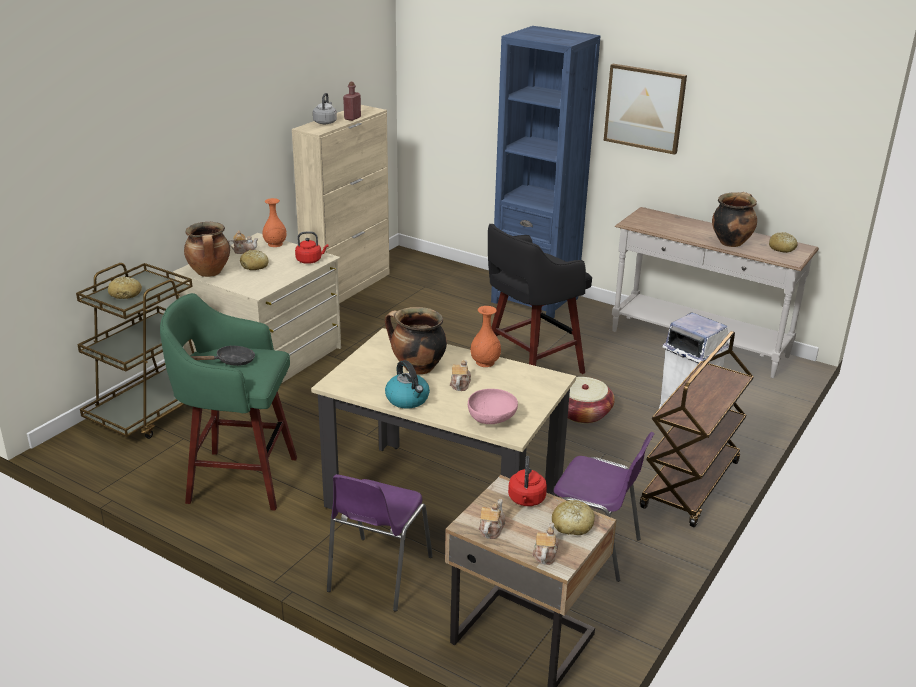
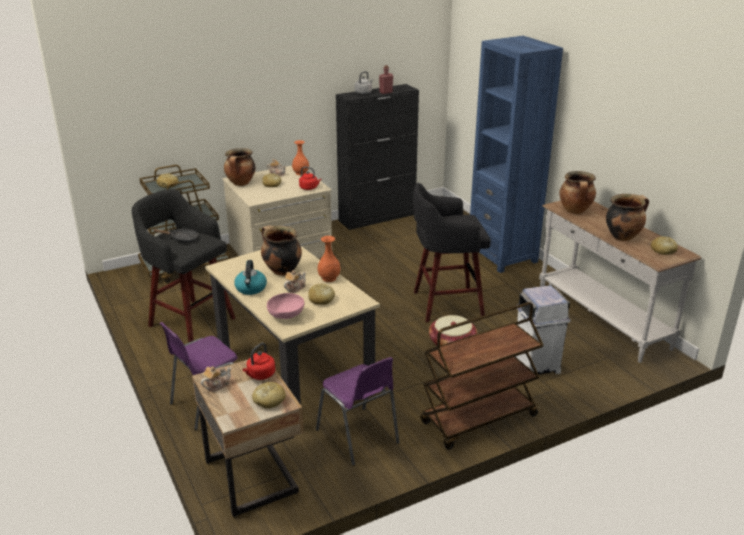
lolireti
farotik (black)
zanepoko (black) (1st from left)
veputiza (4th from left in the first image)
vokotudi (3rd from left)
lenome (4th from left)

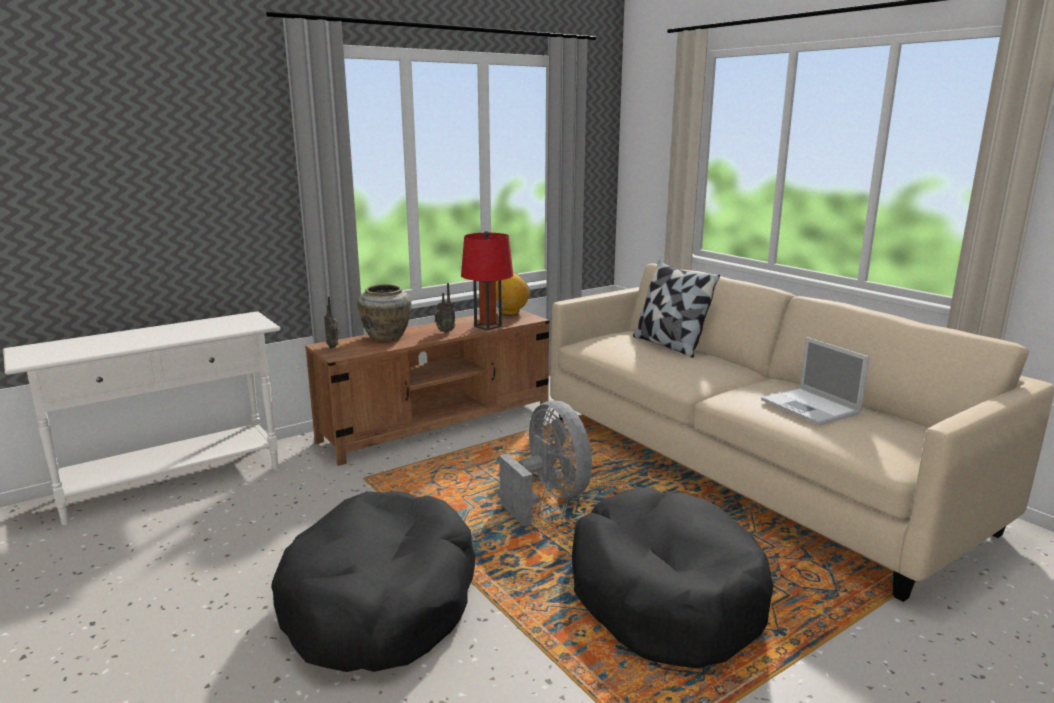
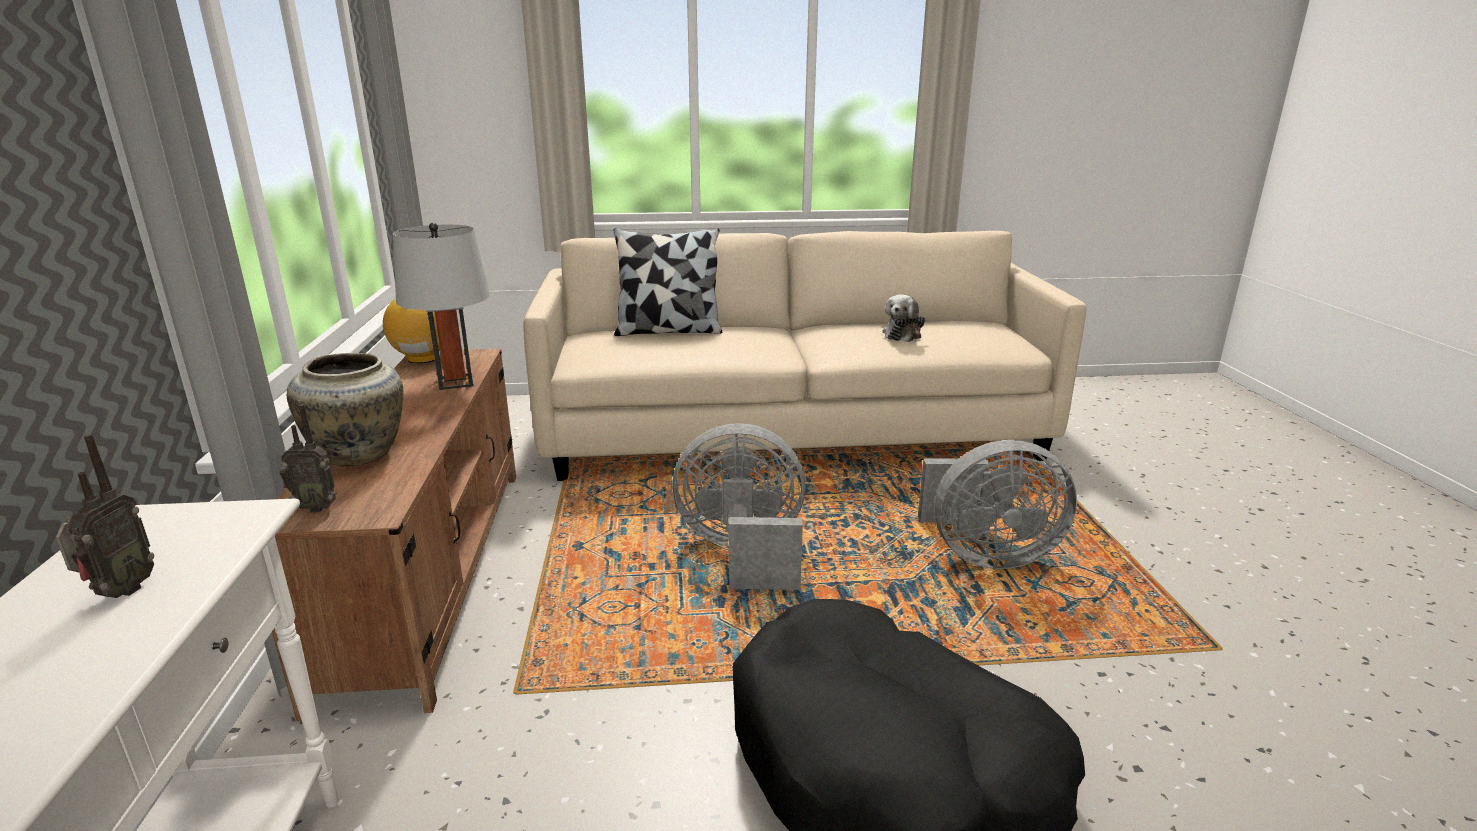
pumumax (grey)
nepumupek (1st from left)
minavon
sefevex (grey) (2nd from left)

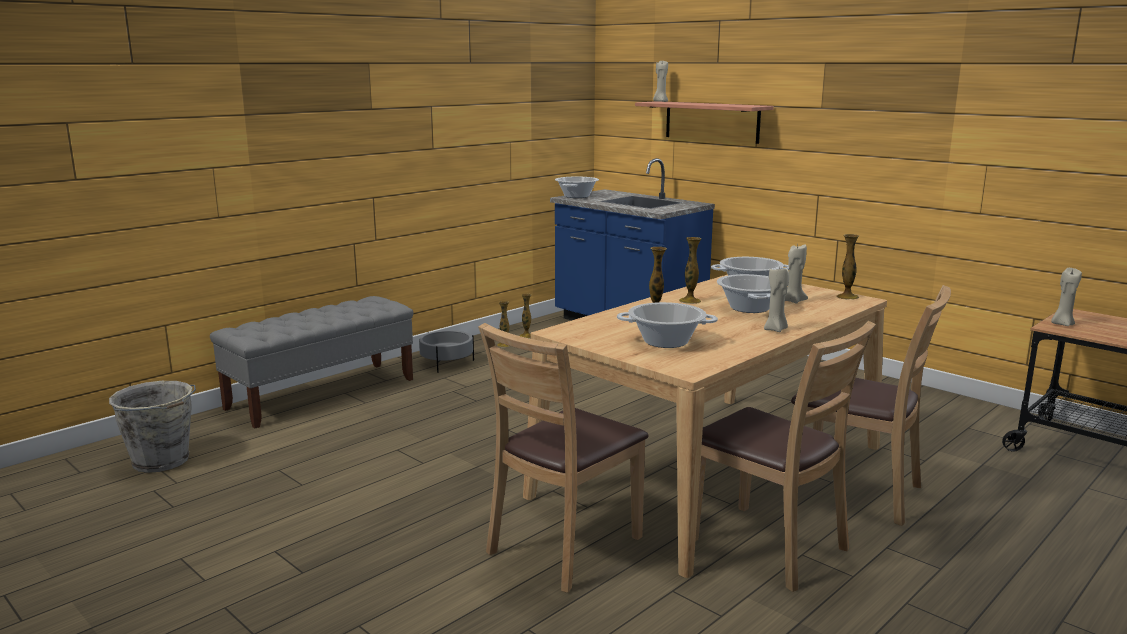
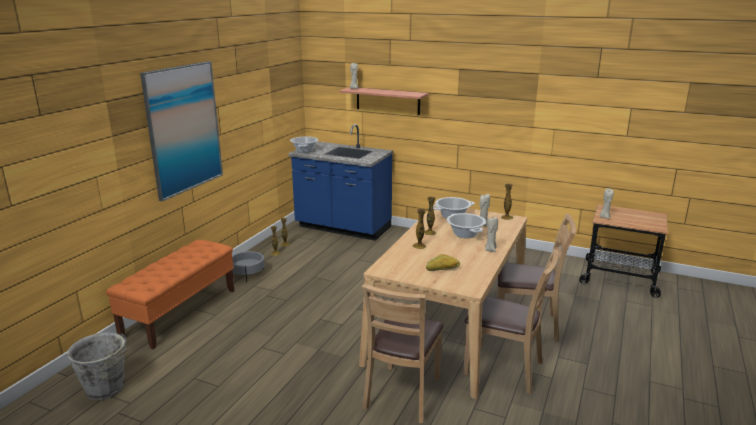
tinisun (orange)
lenome
lolireti

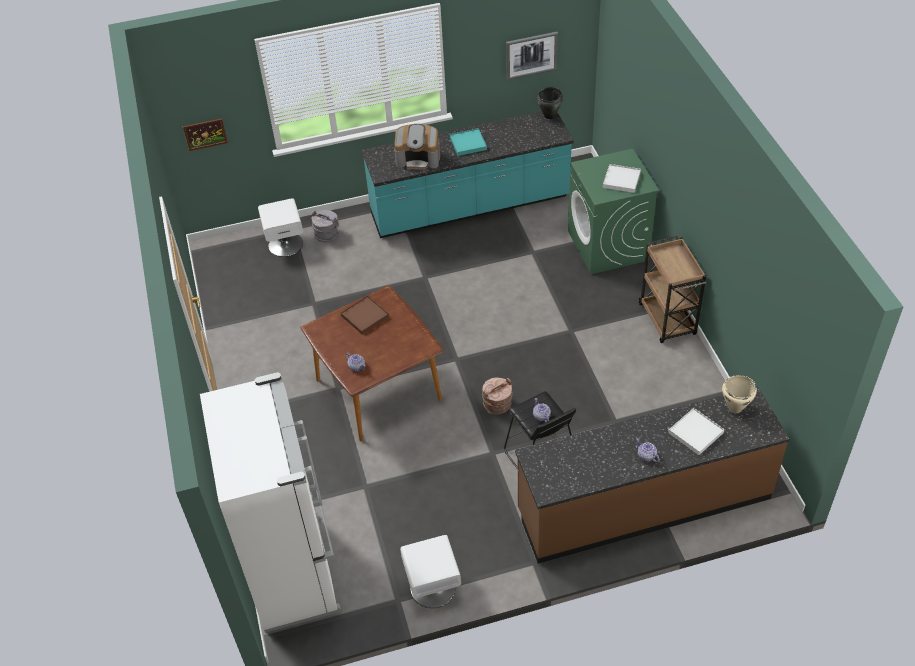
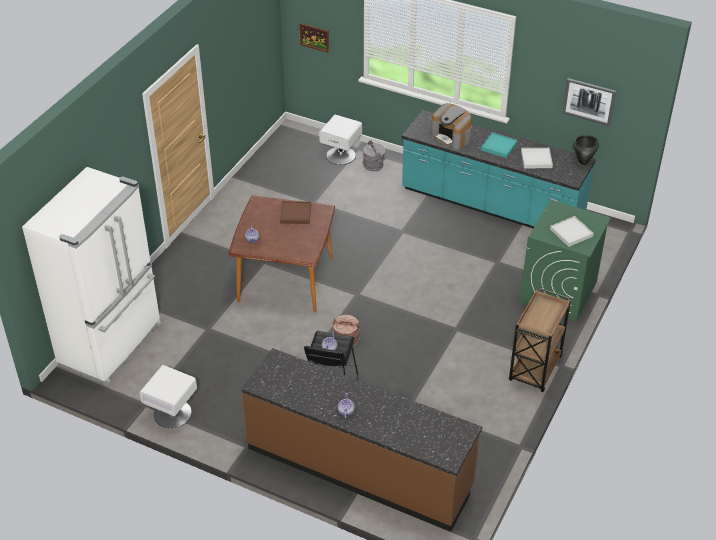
vokotudi (beige)
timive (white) (1st from left)

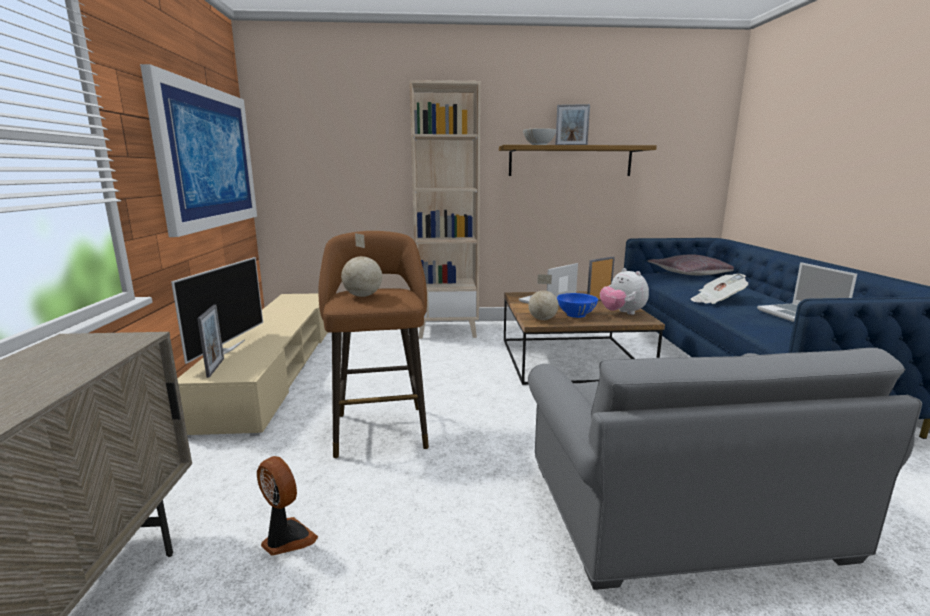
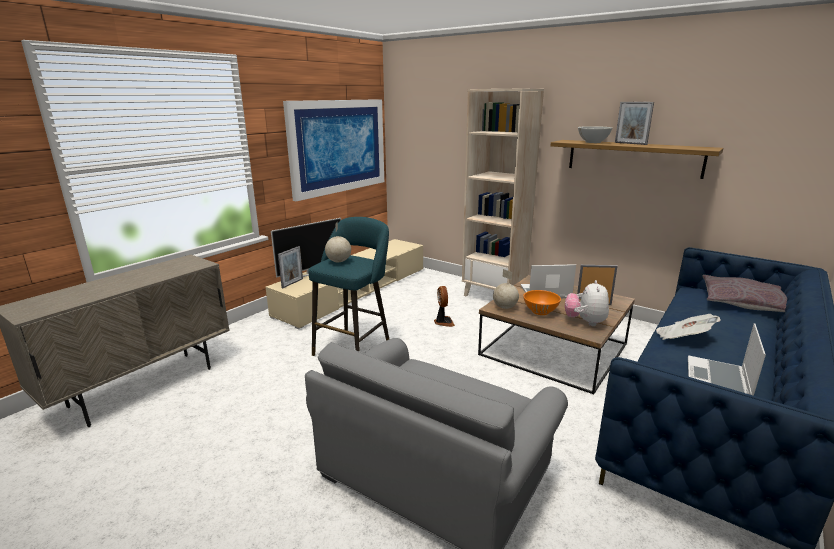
zanepoko (turquoise)
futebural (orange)
sefevex

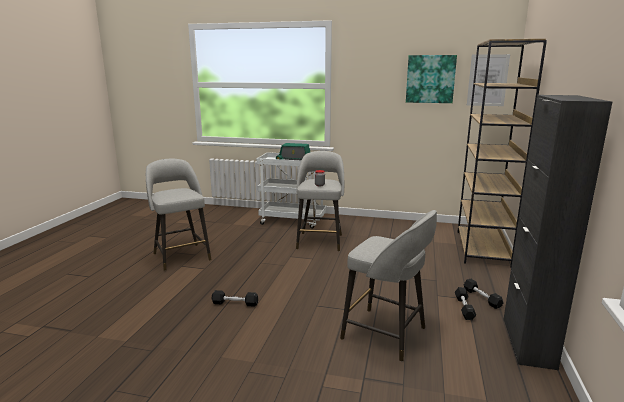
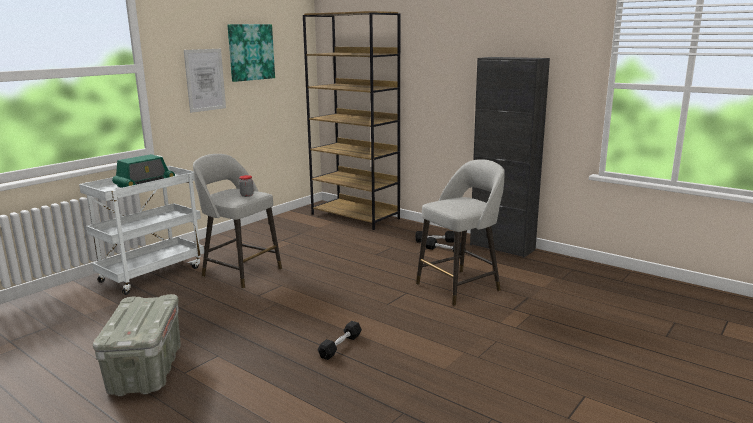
lolireti (1st from left)
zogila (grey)

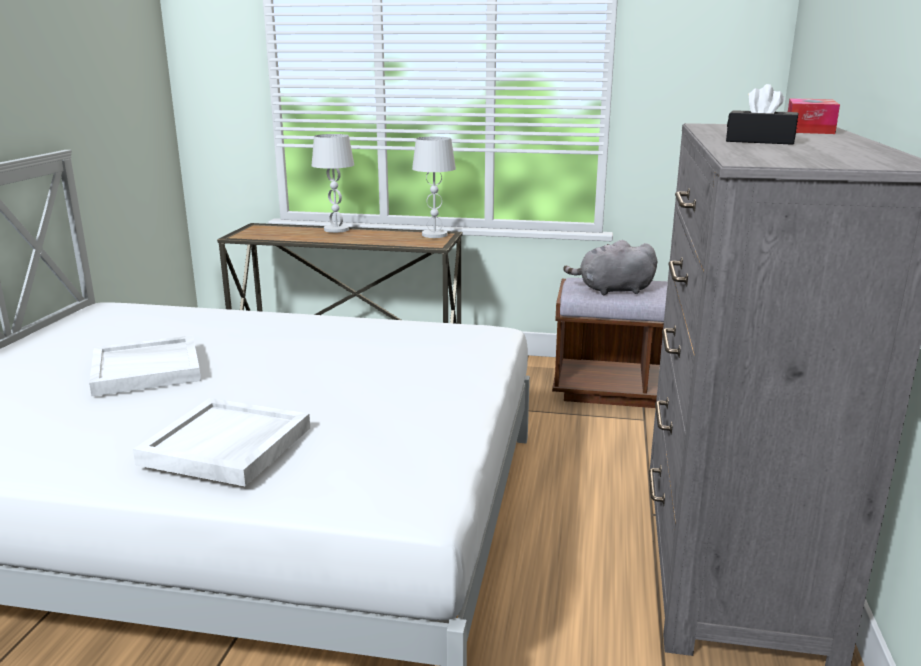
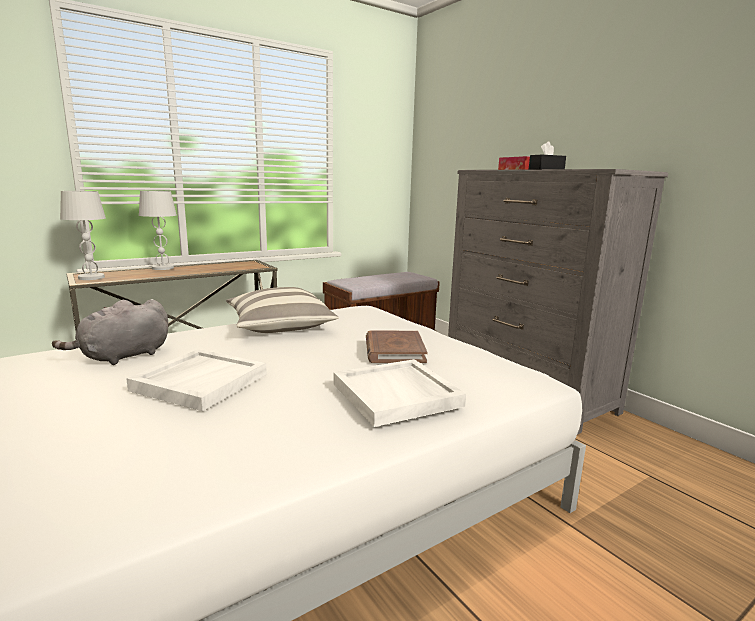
pumumax (white) (1st from left)
minavon (grey)
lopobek
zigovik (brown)

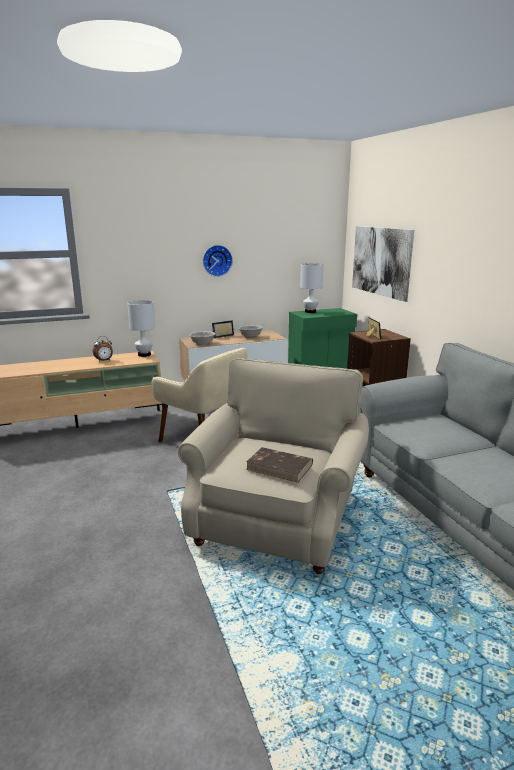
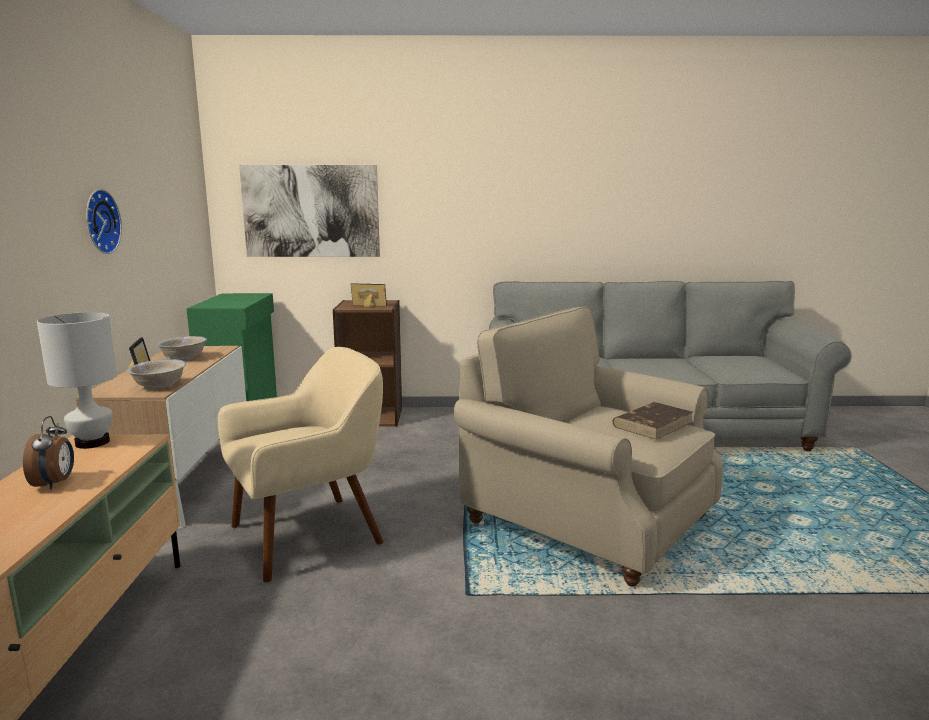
pumumax (white) (2nd from left in the first image)

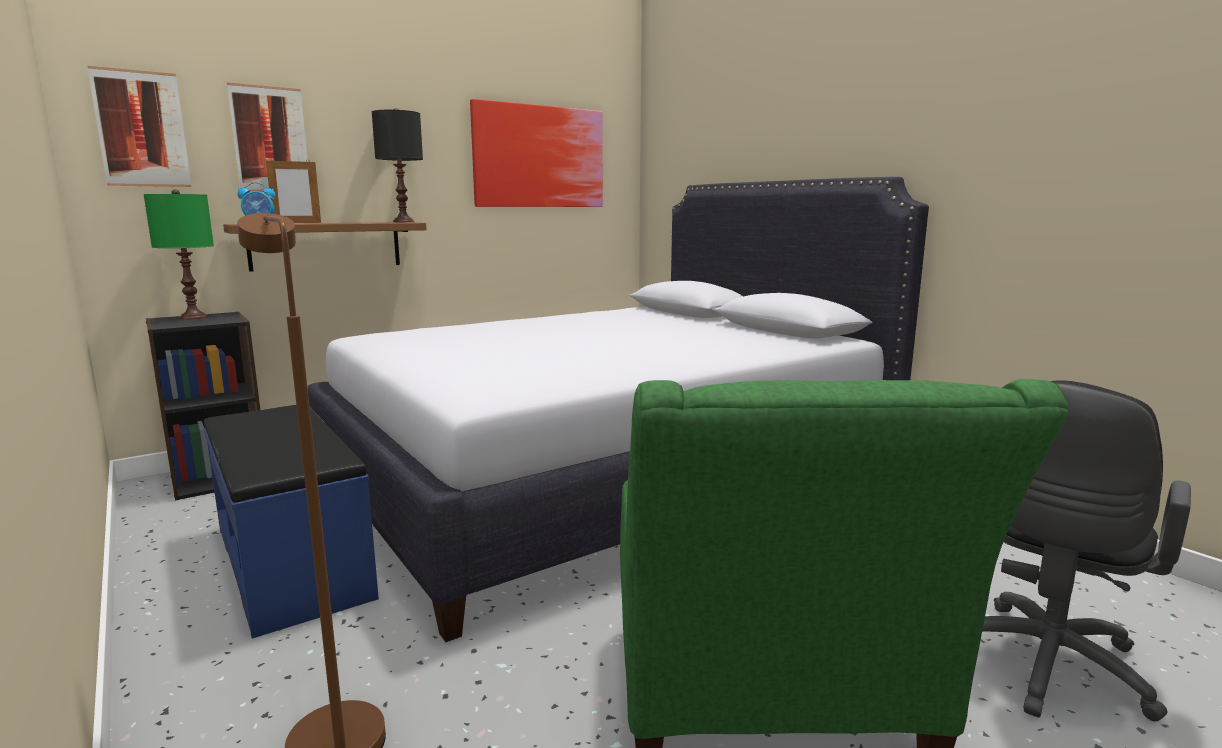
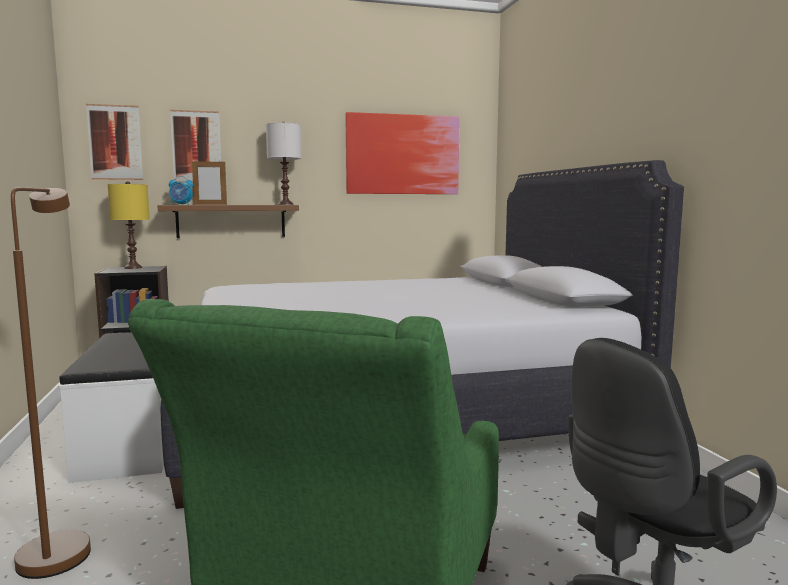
pumumax (white)
pumumax (yellow)
tinisun (white)

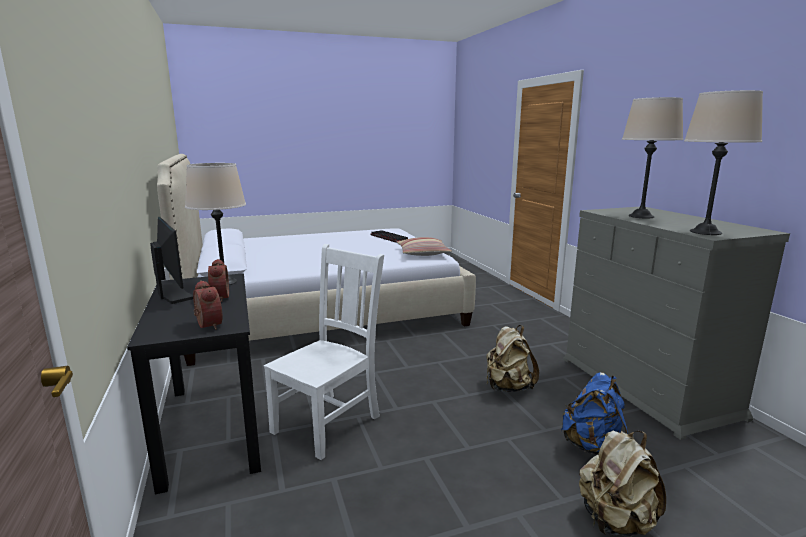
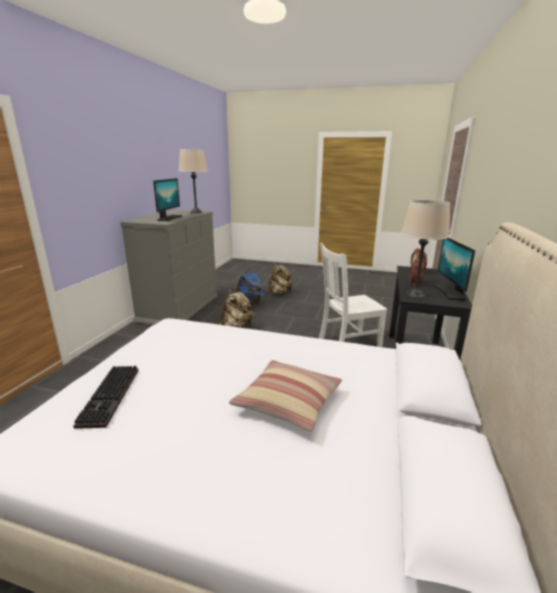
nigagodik (1st from left)
lopobek

